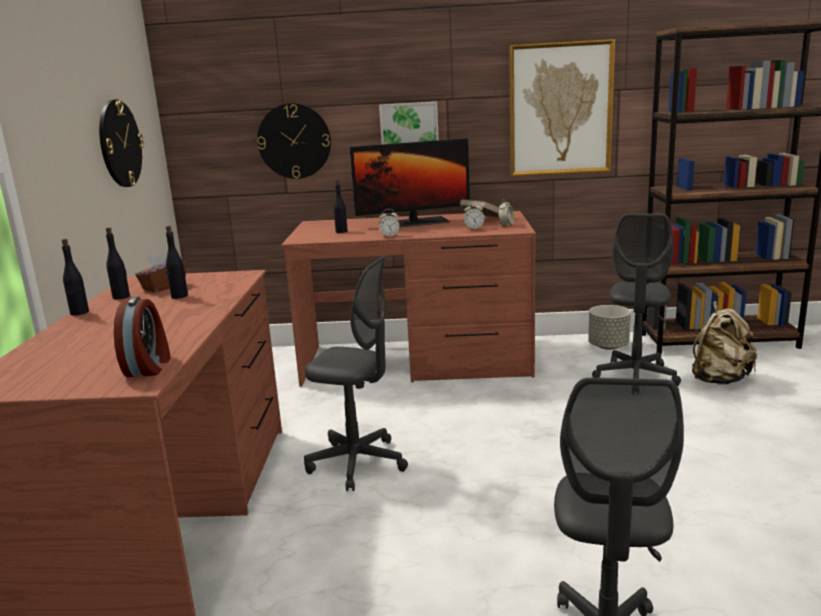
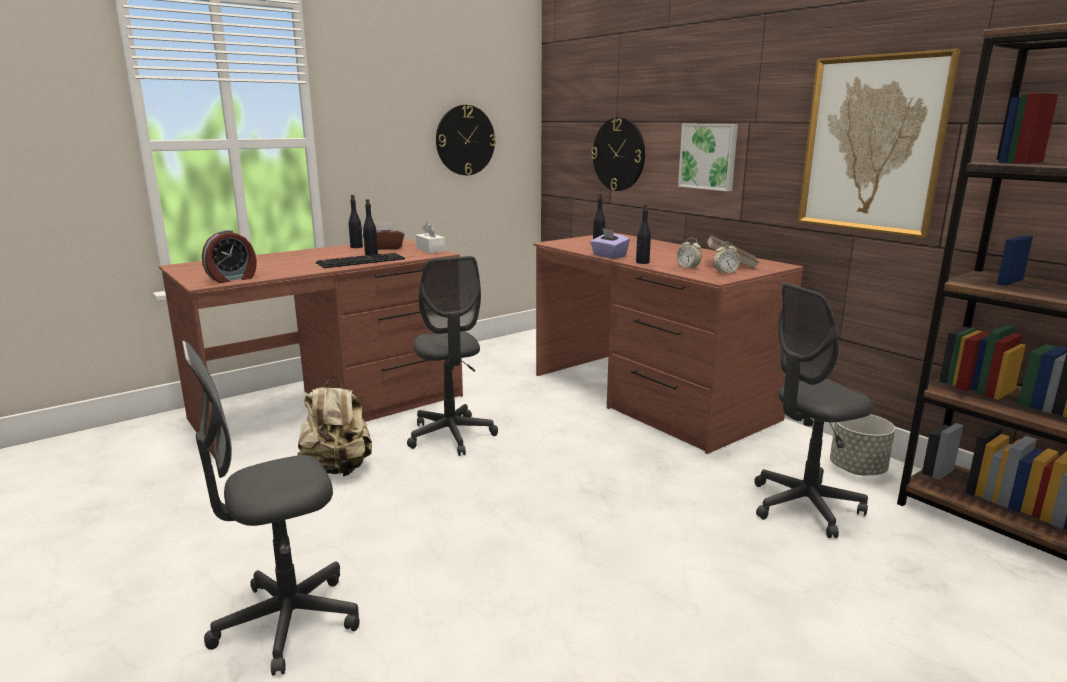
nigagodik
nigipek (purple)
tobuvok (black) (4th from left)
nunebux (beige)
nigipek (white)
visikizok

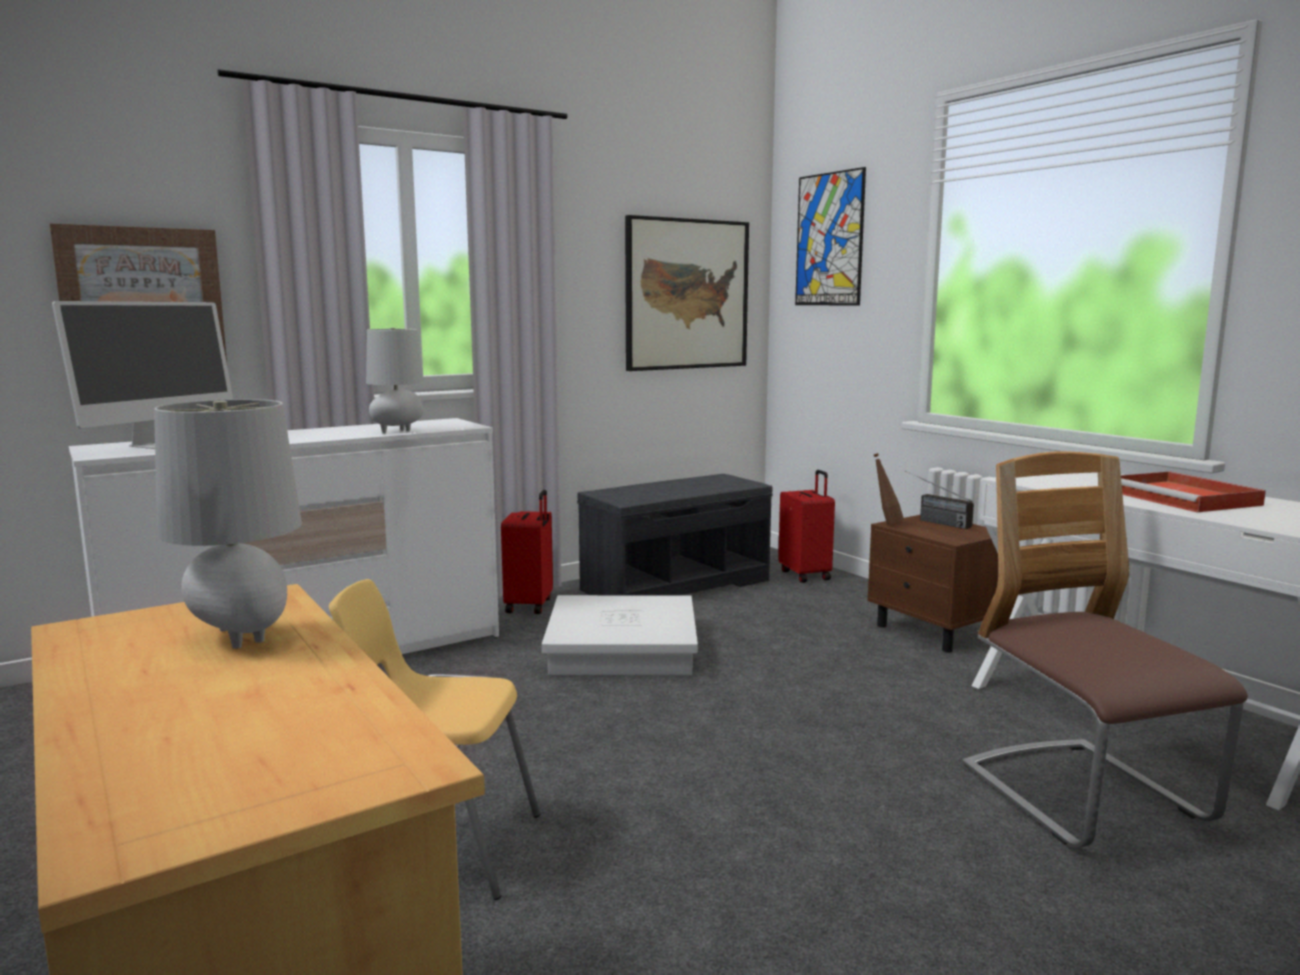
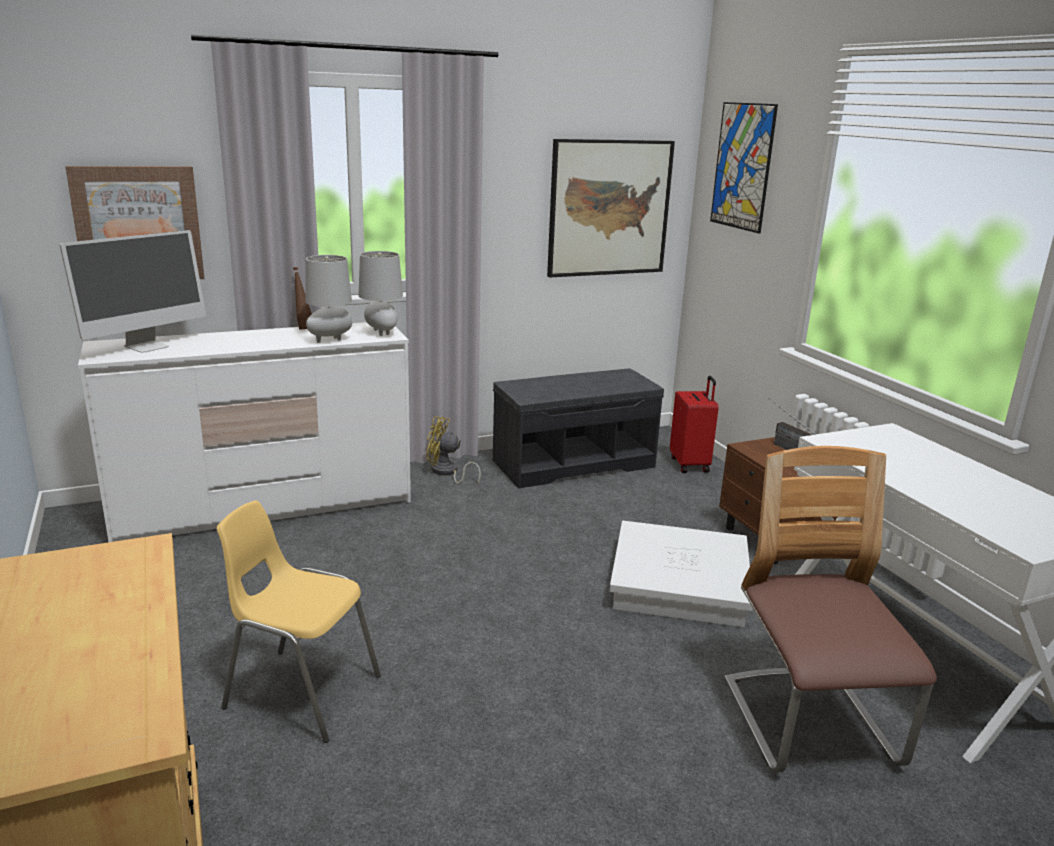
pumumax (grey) (2nd from left)
tobuvok (brown)
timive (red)
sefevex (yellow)
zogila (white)

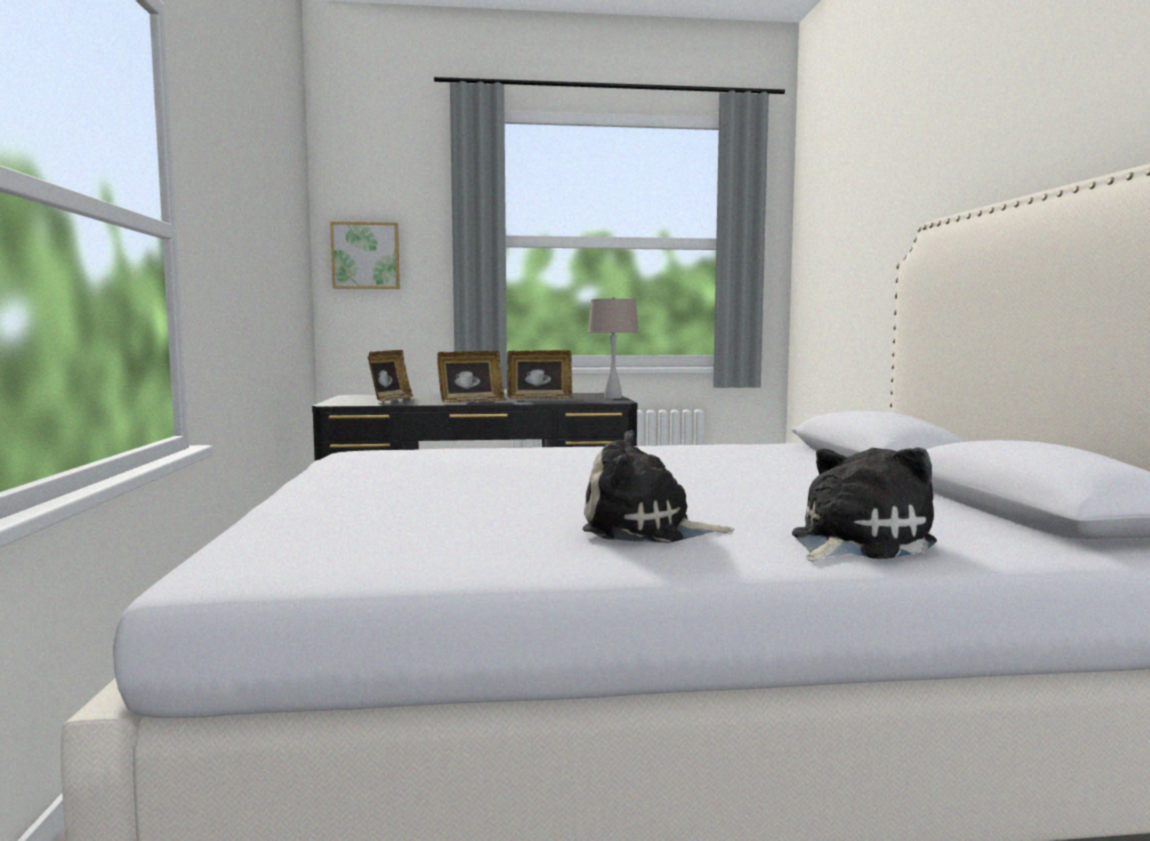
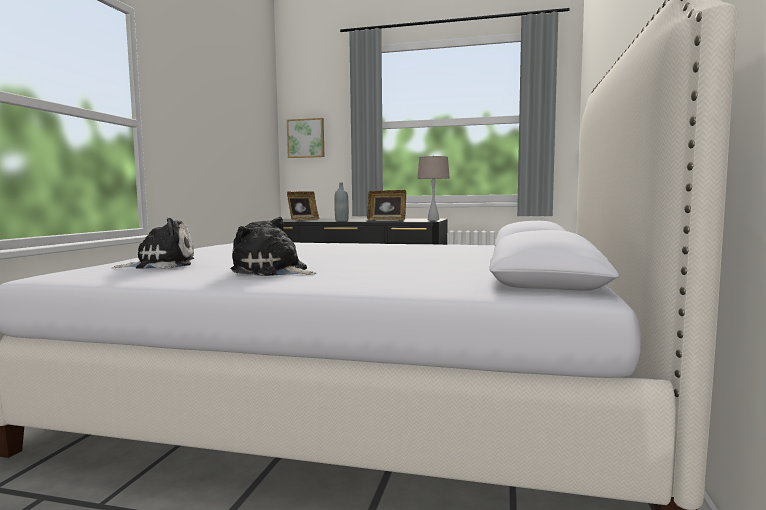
tobuvok (grey)
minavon (1st from left)

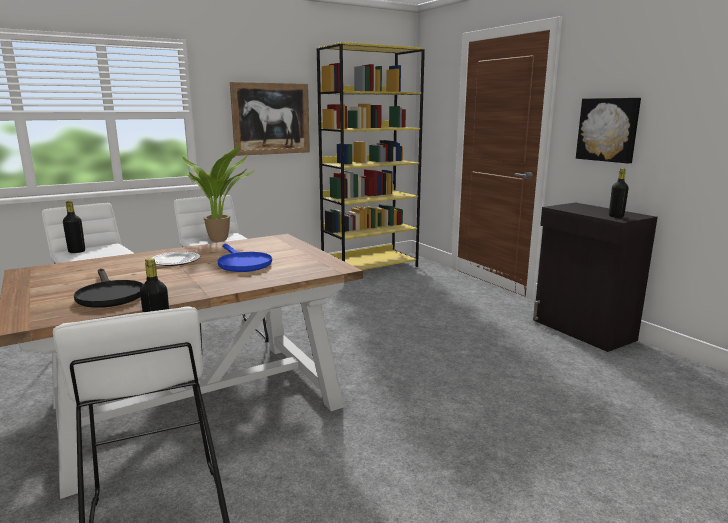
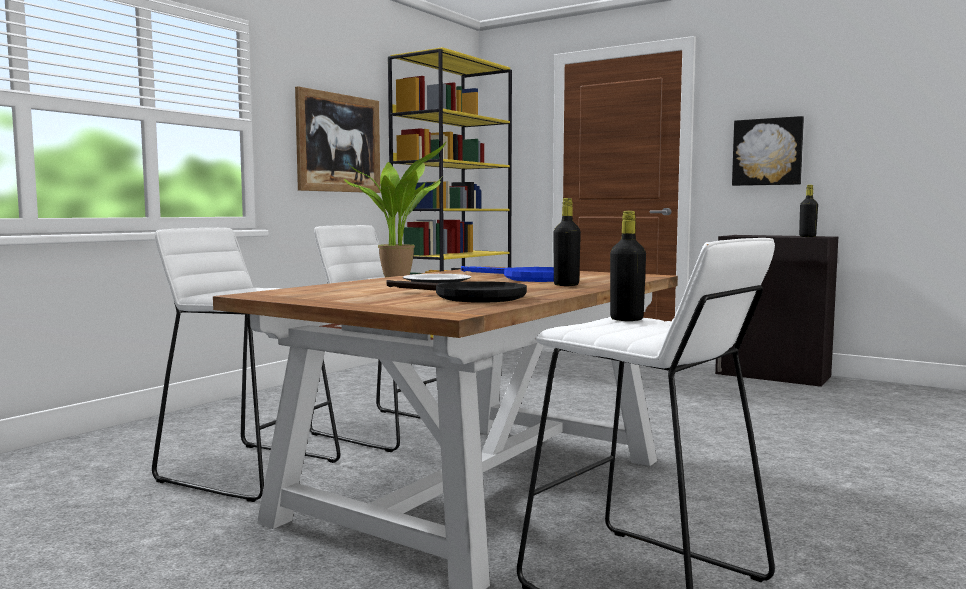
tobuvok (black) (1st from left)

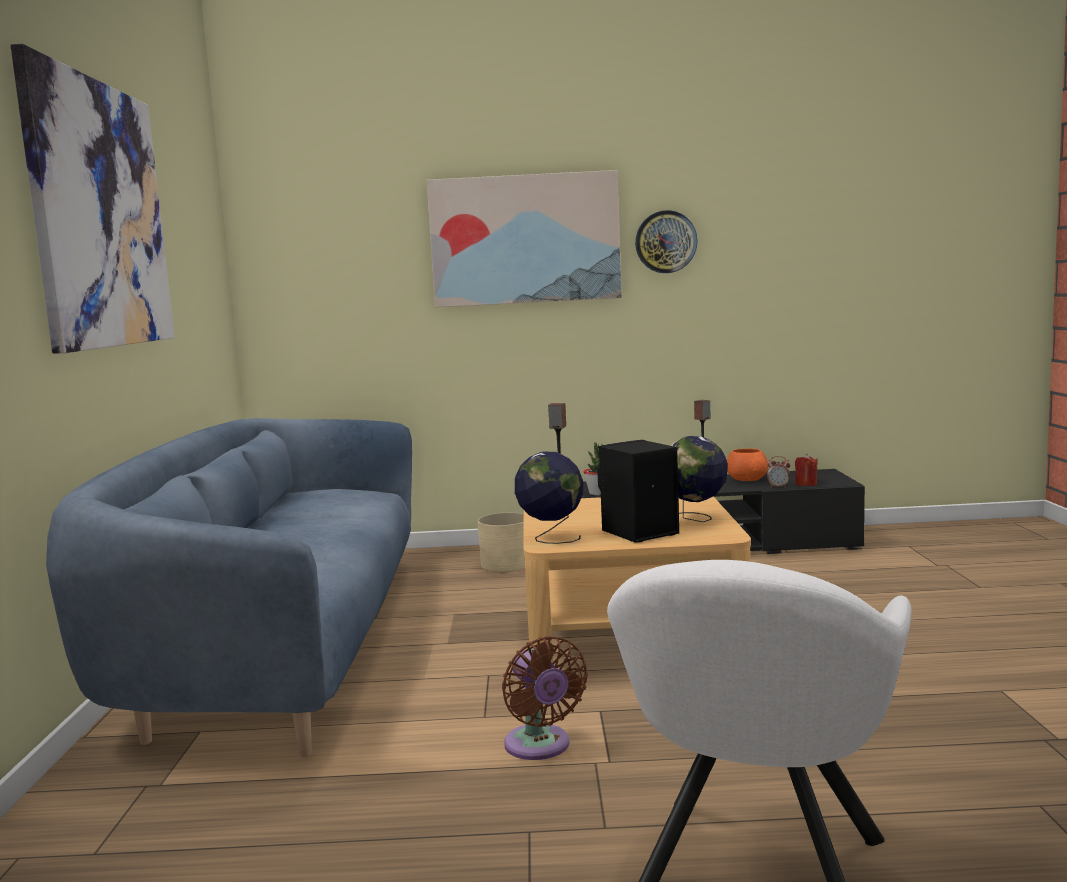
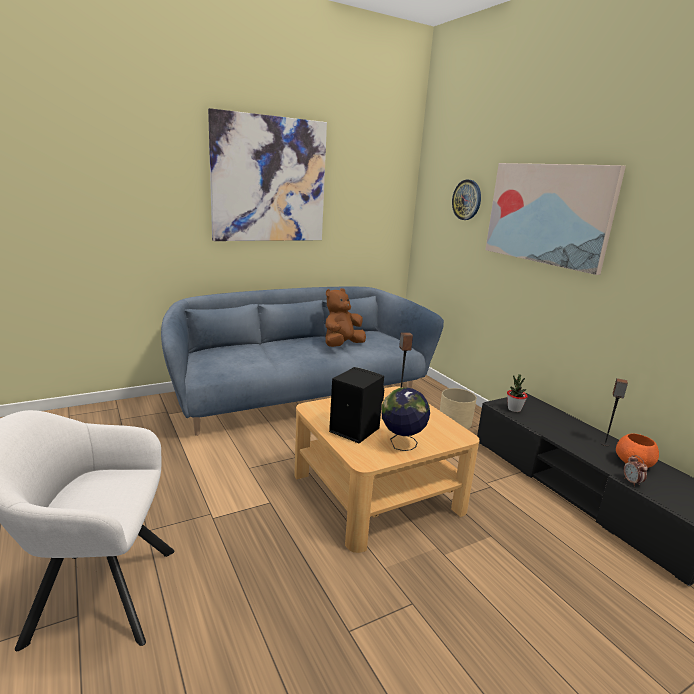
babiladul
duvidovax (1st from left in the first image)
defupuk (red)
sefevex (brown)
minavon (brown)

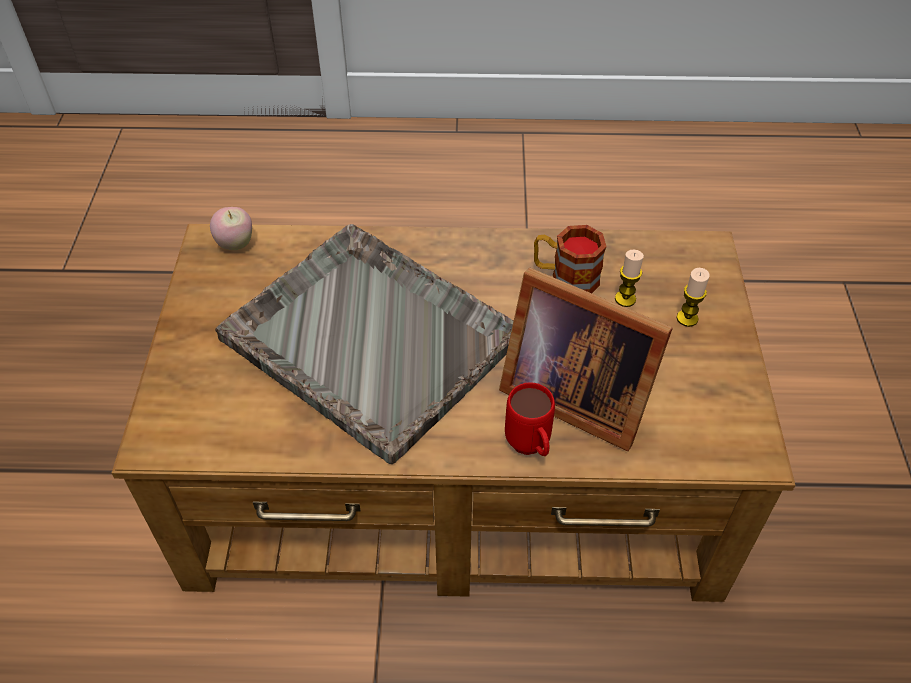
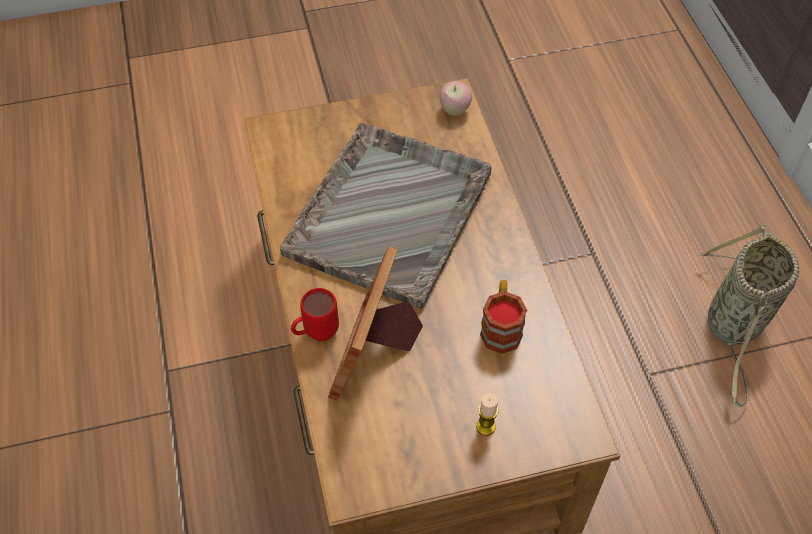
defupuk (1st from left in the first image)
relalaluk

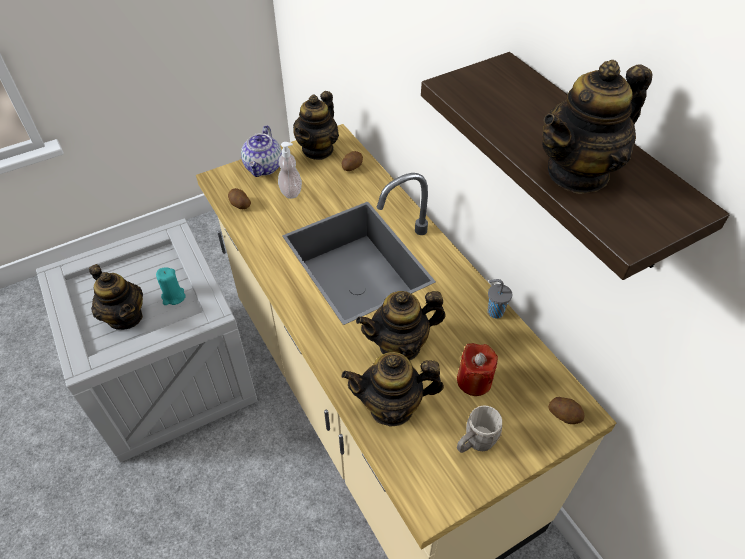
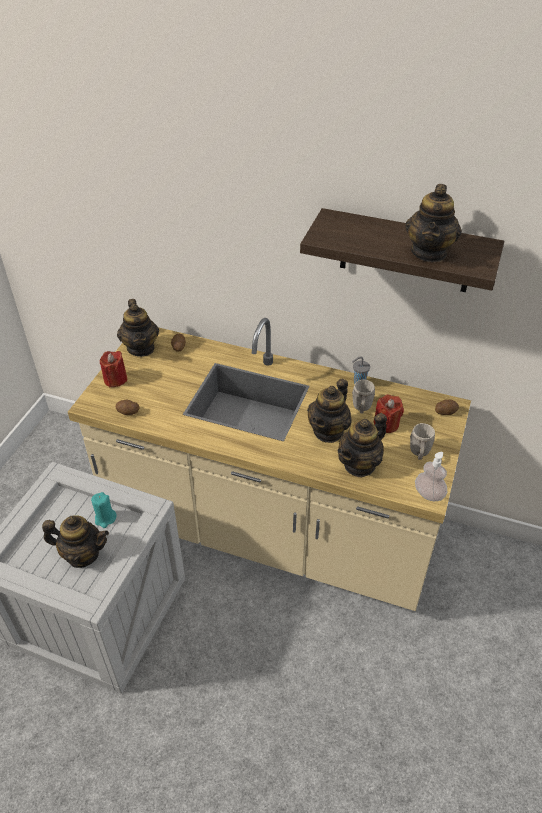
defupuk (red) (1st from left)
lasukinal
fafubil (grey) (1st from left)

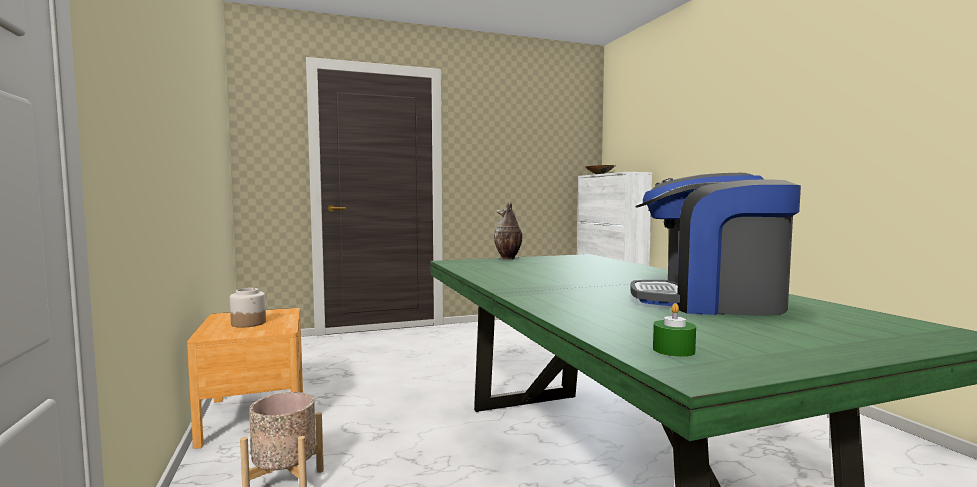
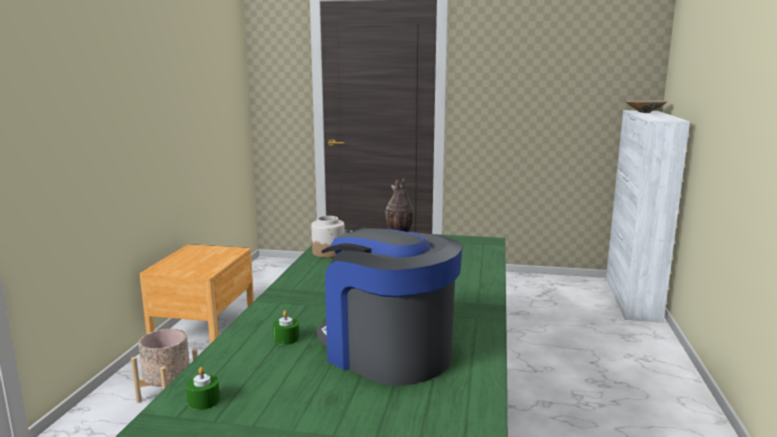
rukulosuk
defupuk (green) (2nd from left)

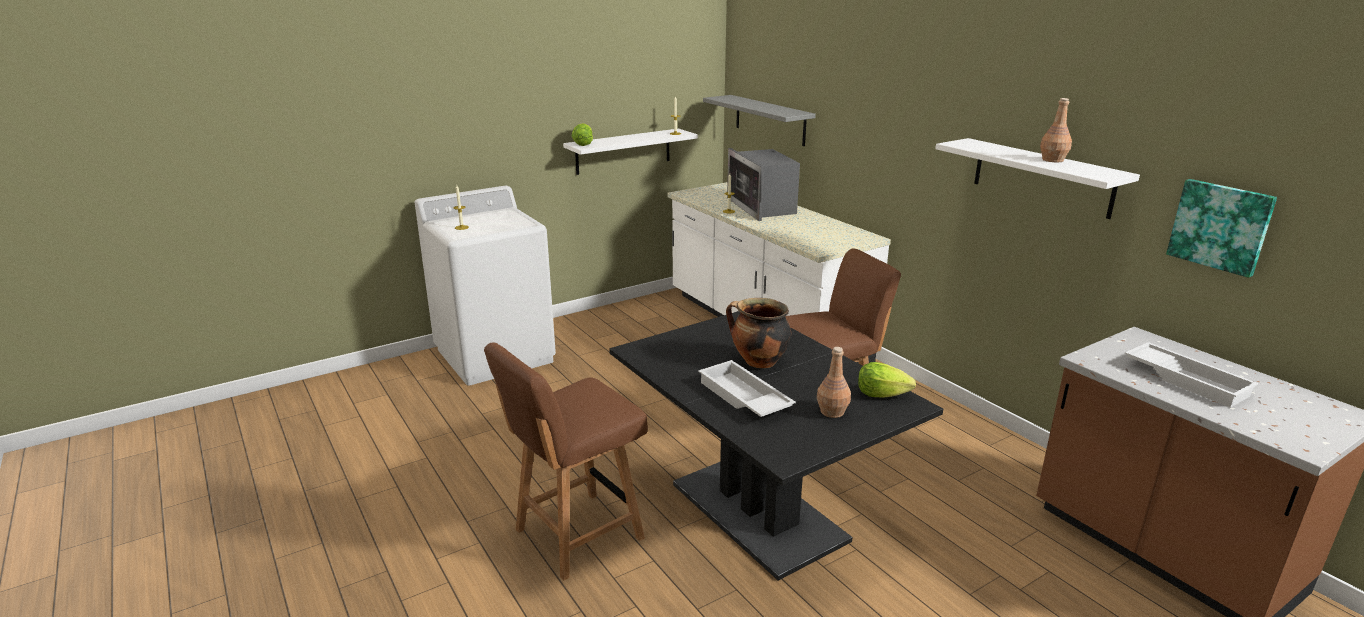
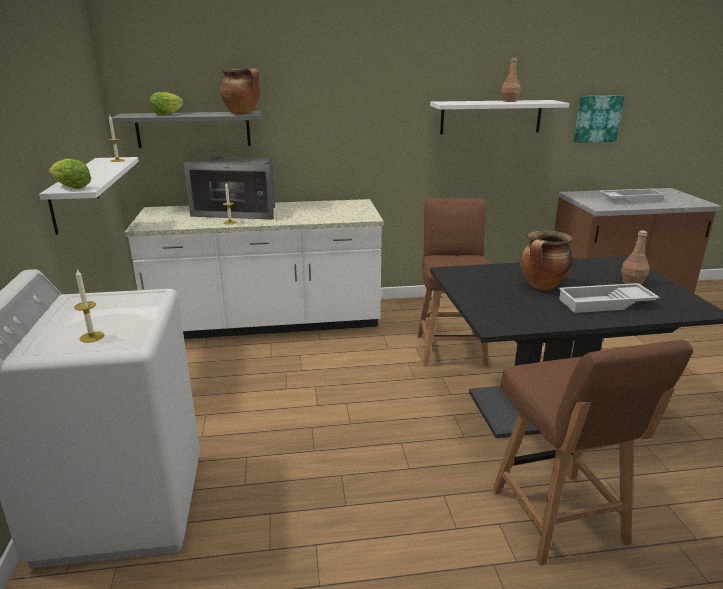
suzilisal (2nd from left)
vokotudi (1st from left)

